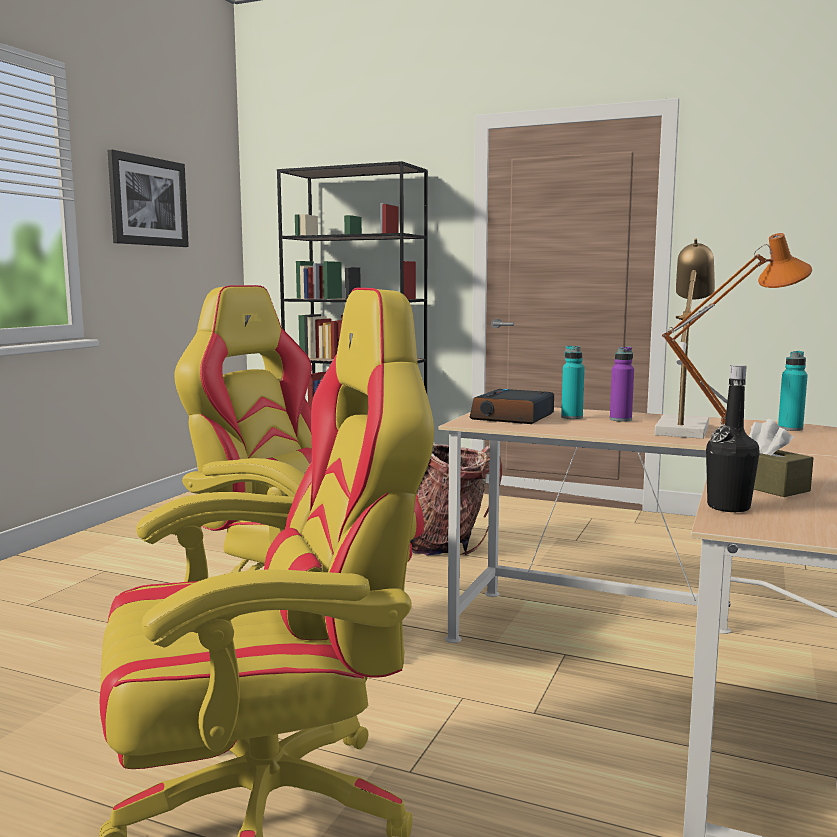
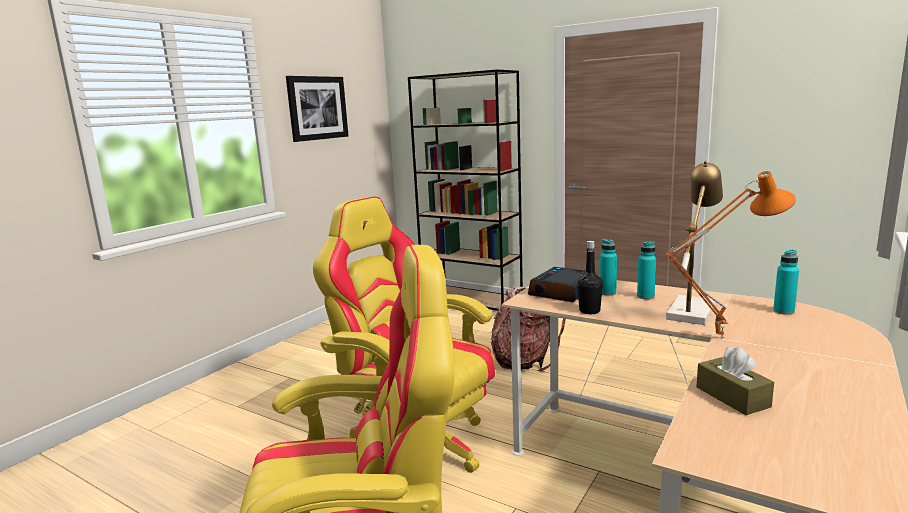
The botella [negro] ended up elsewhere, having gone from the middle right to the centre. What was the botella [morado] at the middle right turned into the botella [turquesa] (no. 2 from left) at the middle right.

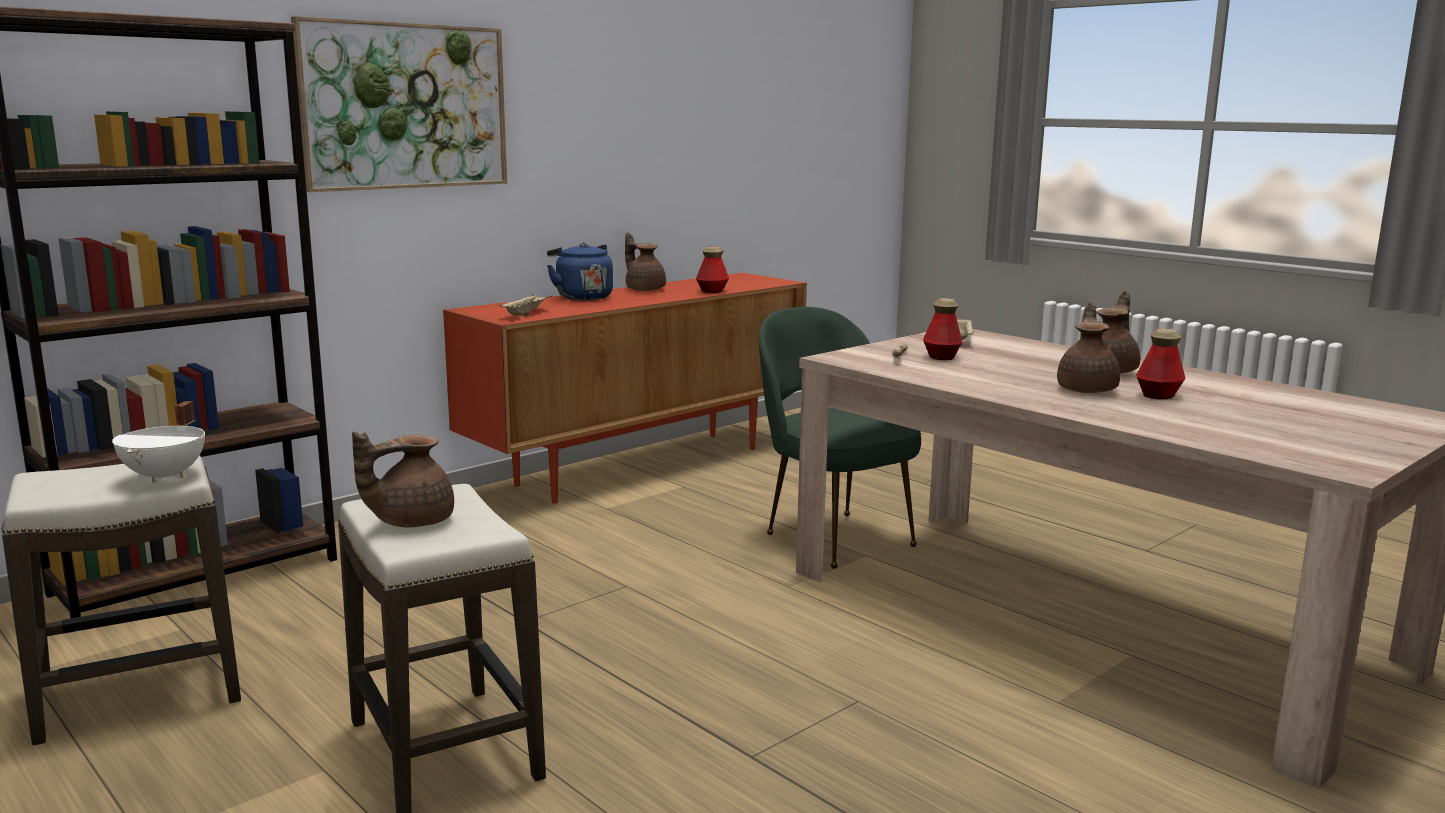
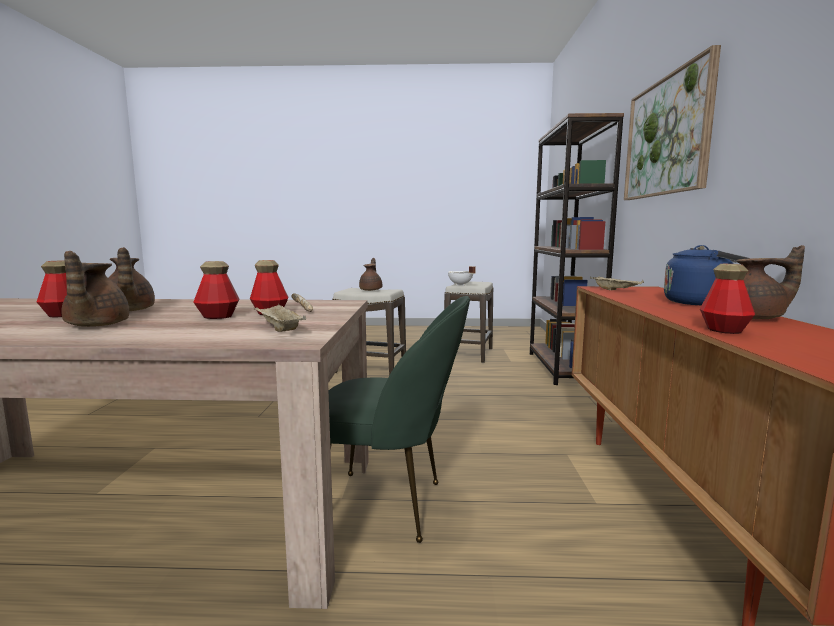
The second view gained the botella (no. 2 from left) at the middle left.

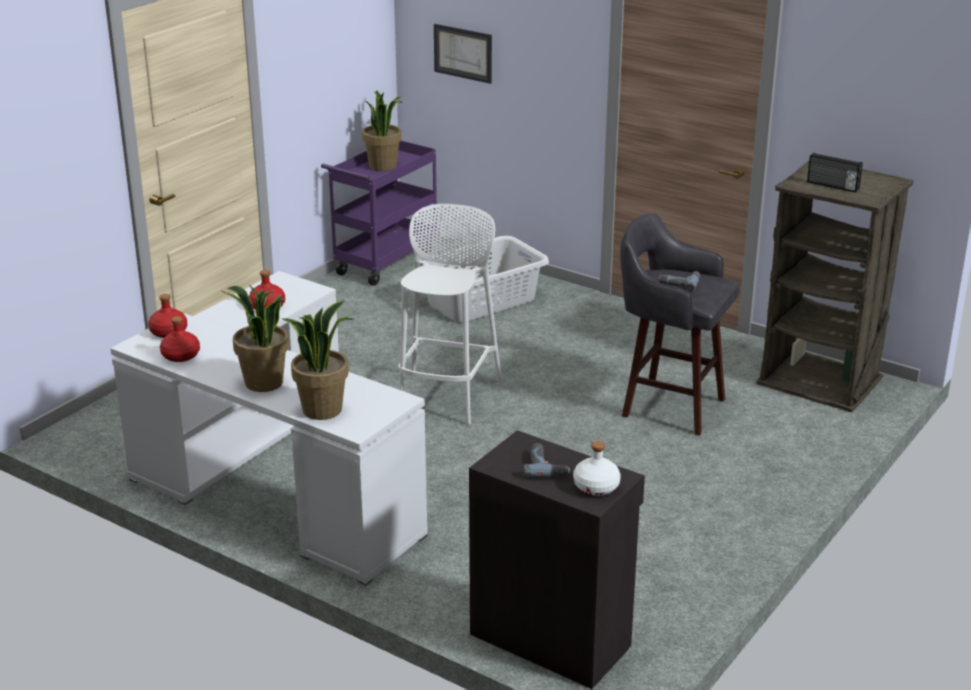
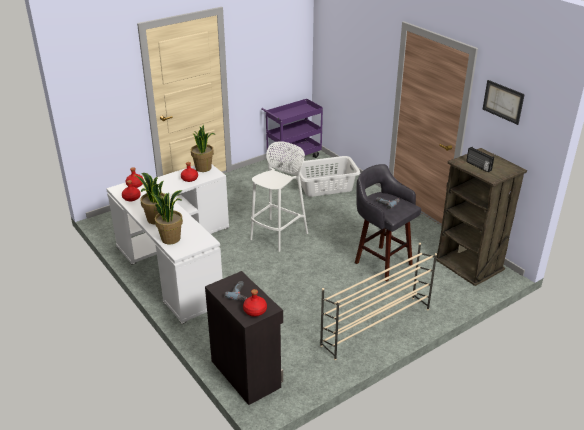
The planta en maceta (no. 3 from left) ended up elsewhere, having gone from the top centre to the centre. What was the botella [blanco] at the bottom centre turned into the botella [rojo] (no. 4 from left) at the bottom centre. The second view gained the zapatero [beis] at the bottom centre. The cuadro ended up elsewhere, having gone from the top centre to the top right.

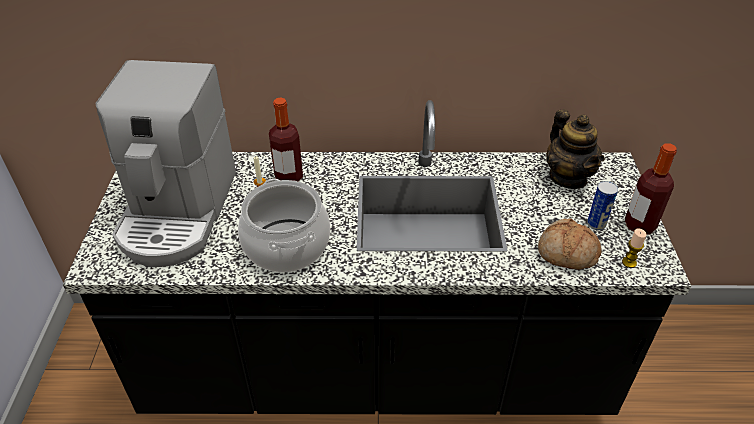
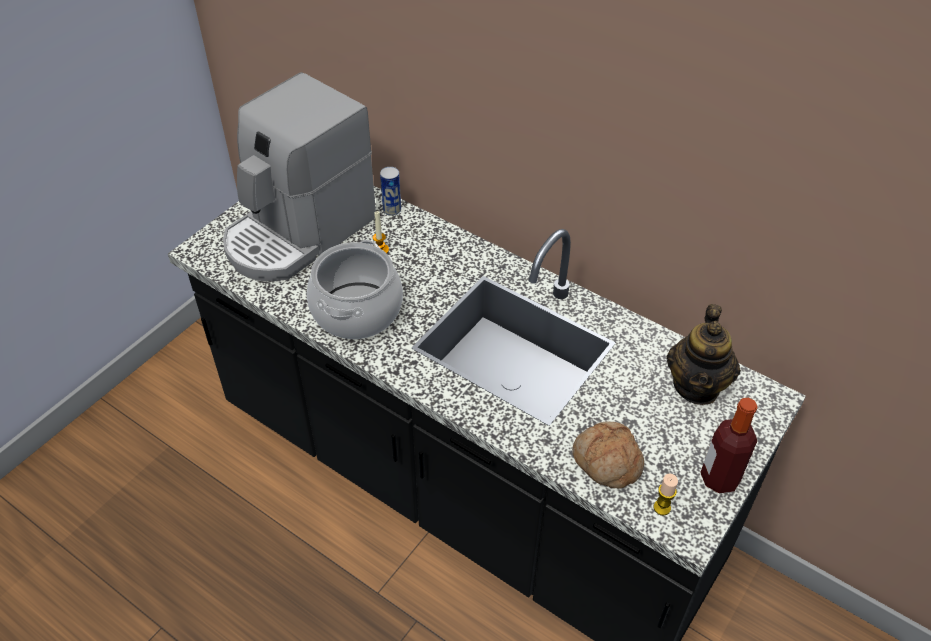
The lata ended up elsewhere, having gone from the middle right to the top centre. The second view lost the botella (no. 1 from left) at the top centre.

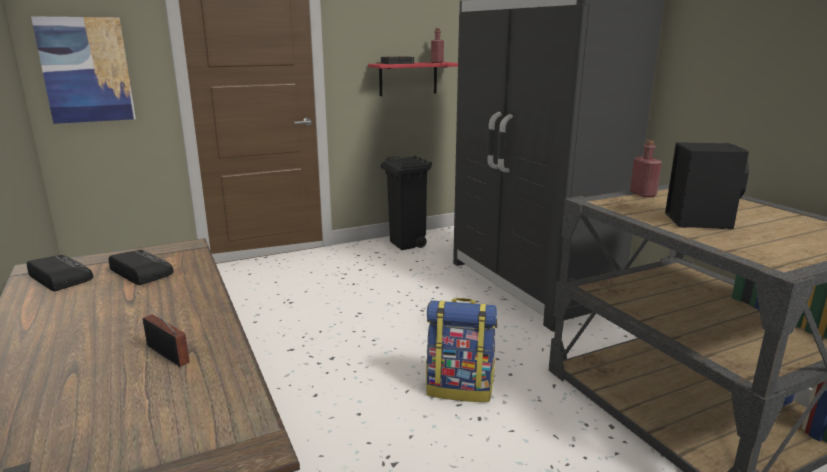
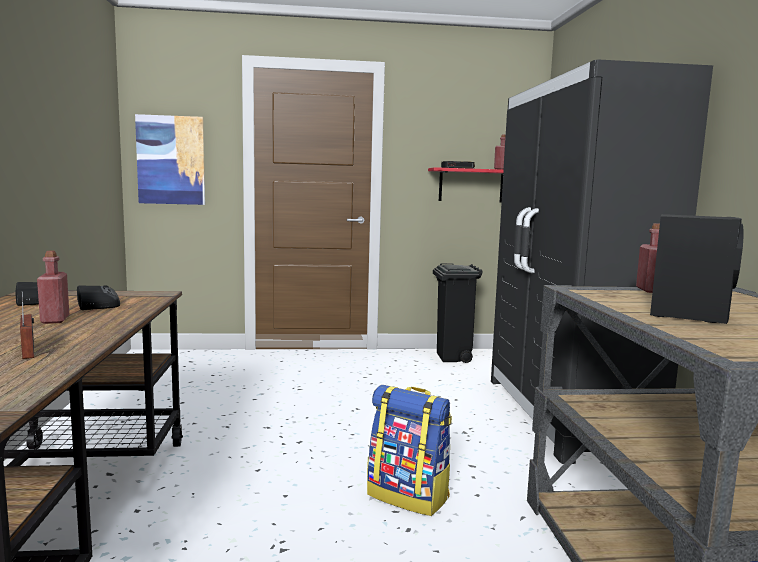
The second view gained the botella [rojo] (no. 1 from left) at the middle left.

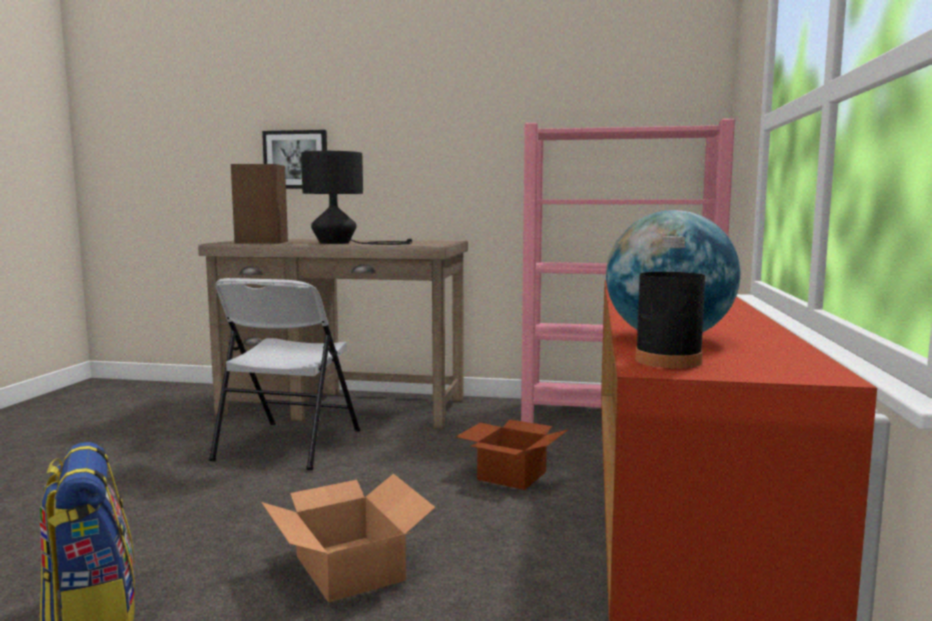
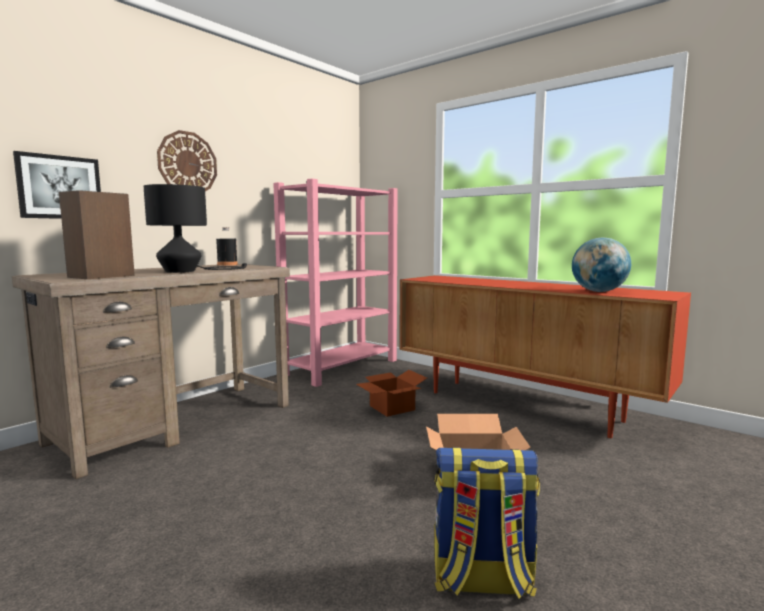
The second view gained the reloj de pared at the top left. The botella [negro] ended up elsewhere, having gone from the middle right to the middle left. The second view lost the silla [blanco] at the middle left.

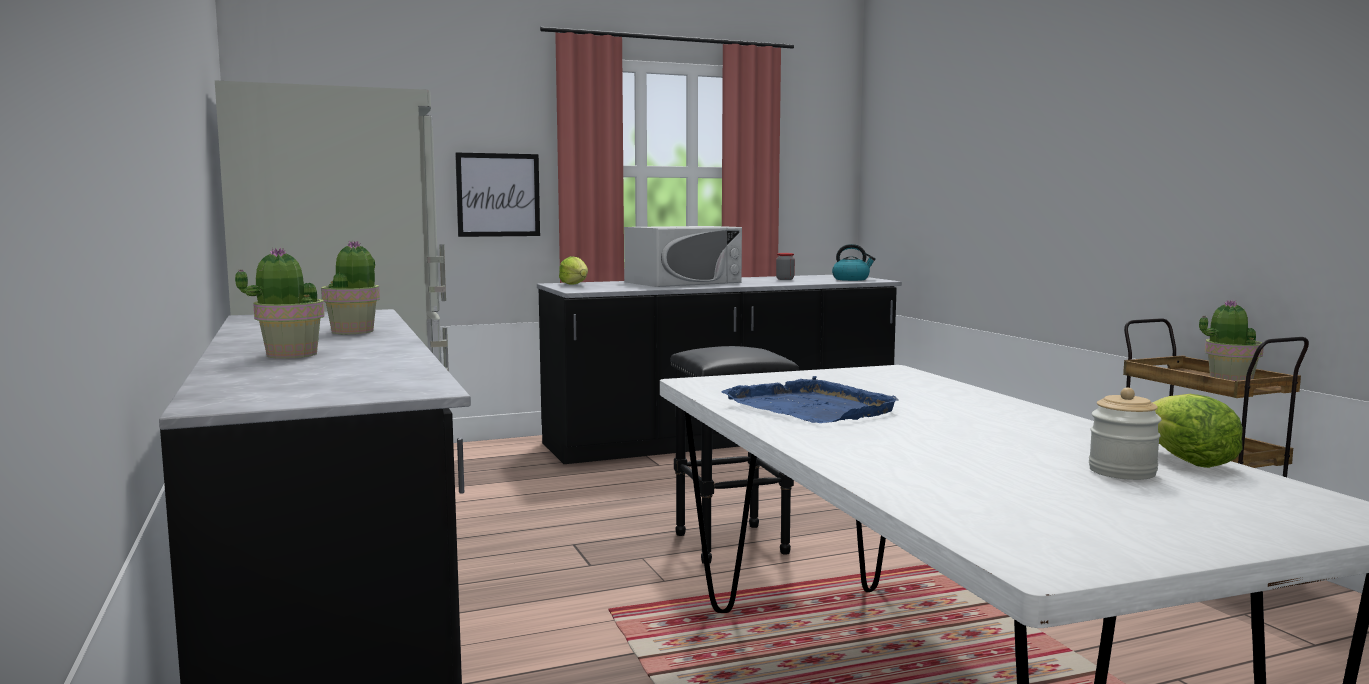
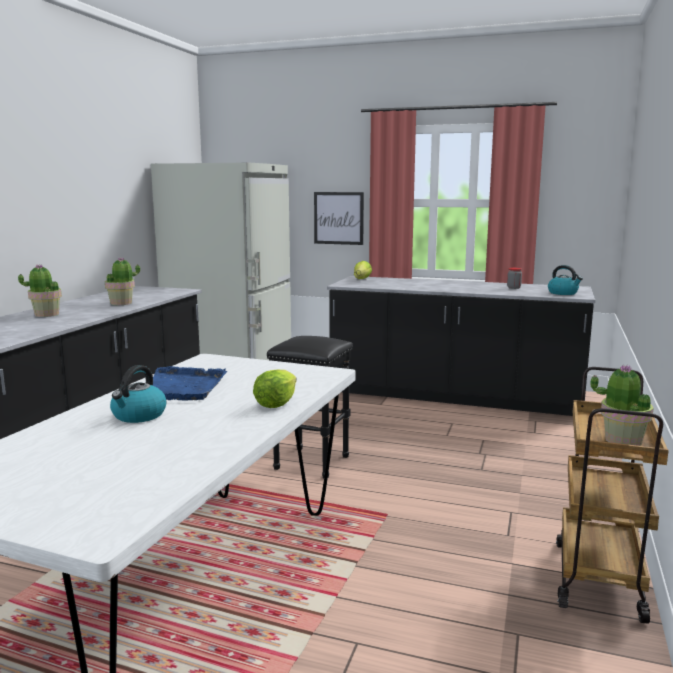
The second view gained the hervidor (no. 1 from left) at the middle left. The lechuga (no. 2 from left in the first image) ended up elsewhere, having gone from the middle right to the centre. The second view lost the microondas [blanco] at the centre. The second view lost the tarro (no. 2 from left) at the middle right.

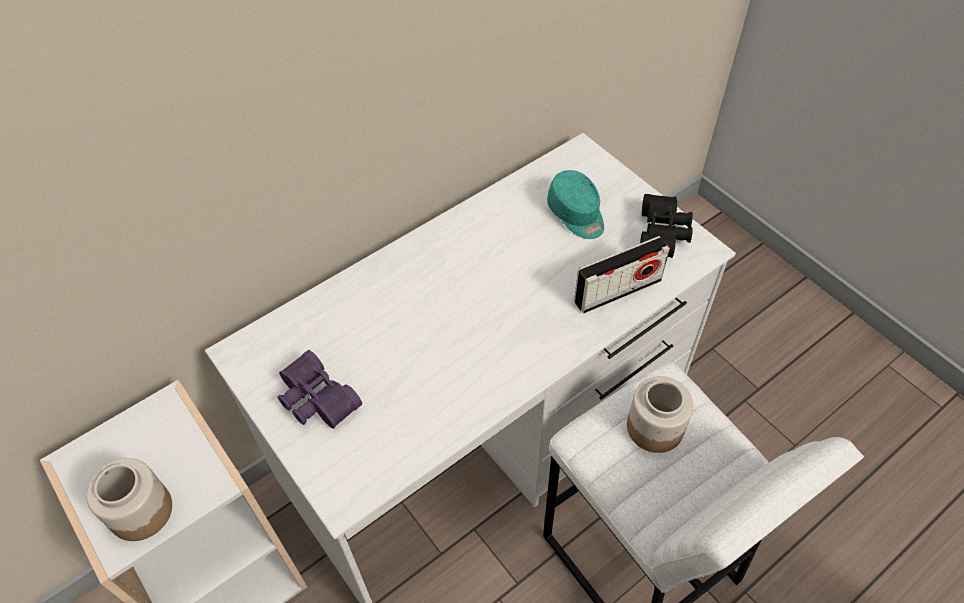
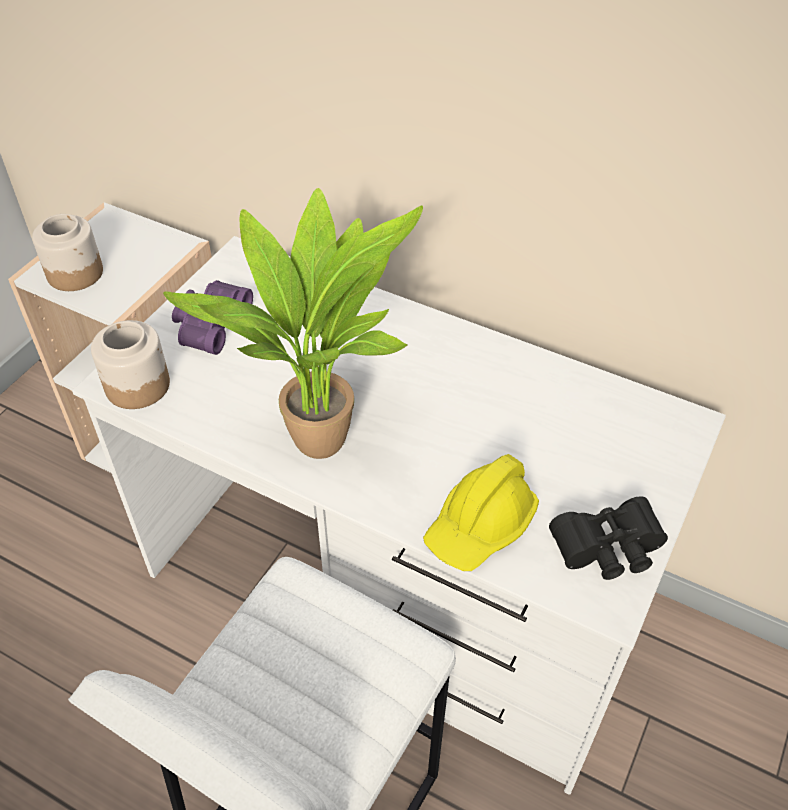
The tarro (no. 2 from left) ended up elsewhere, having gone from the bottom right to the middle left. The second view gained the planta en maceta at the centre. Where the radio stood at the centre, the casco [amarillo] came to stand at the centre. The second view lost the gorra [turquesa] at the centre.

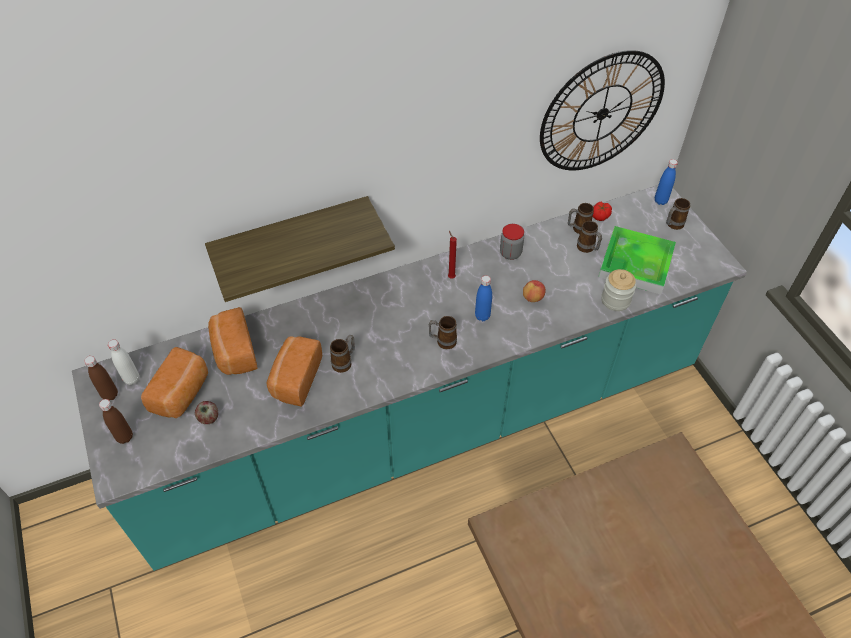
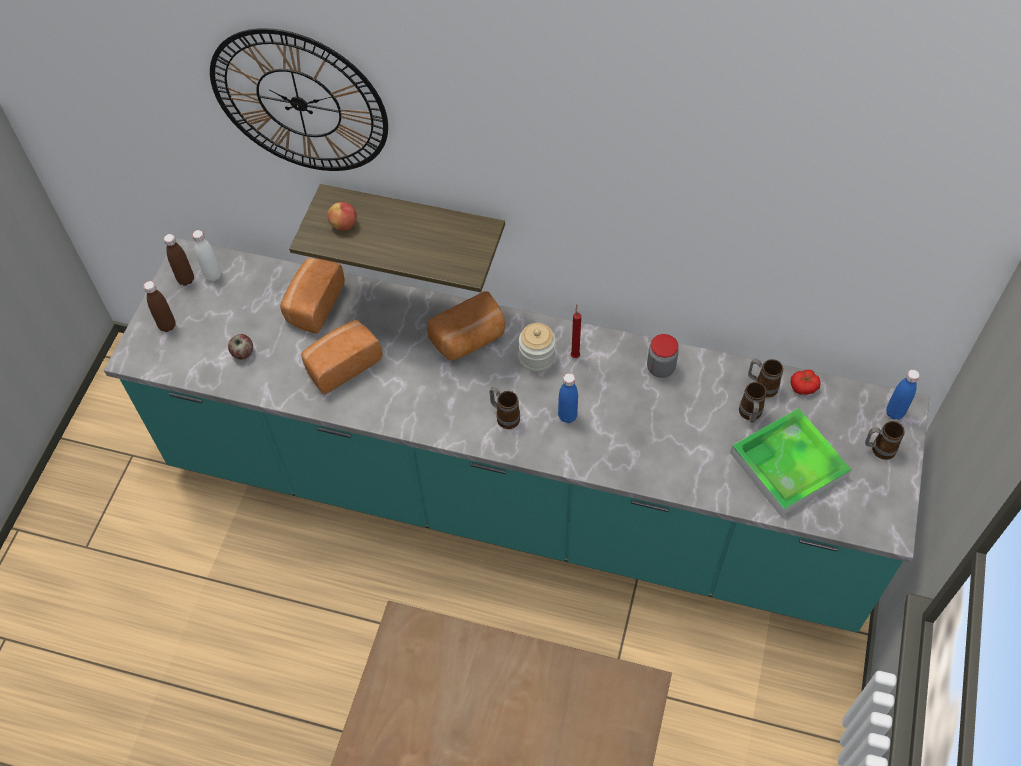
The reloj de pared ended up elsewhere, having gone from the top right to the top left. The manzana (no. 2 from left) ended up elsewhere, having gone from the centre to the top centre. The pan (no. 1 from left in the first image) ended up elsewhere, having gone from the middle left to the centre. The tarro (no. 2 from left in the first image) ended up elsewhere, having gone from the middle right to the centre. The second view lost the taza grande (no. 1 from left) at the centre.

